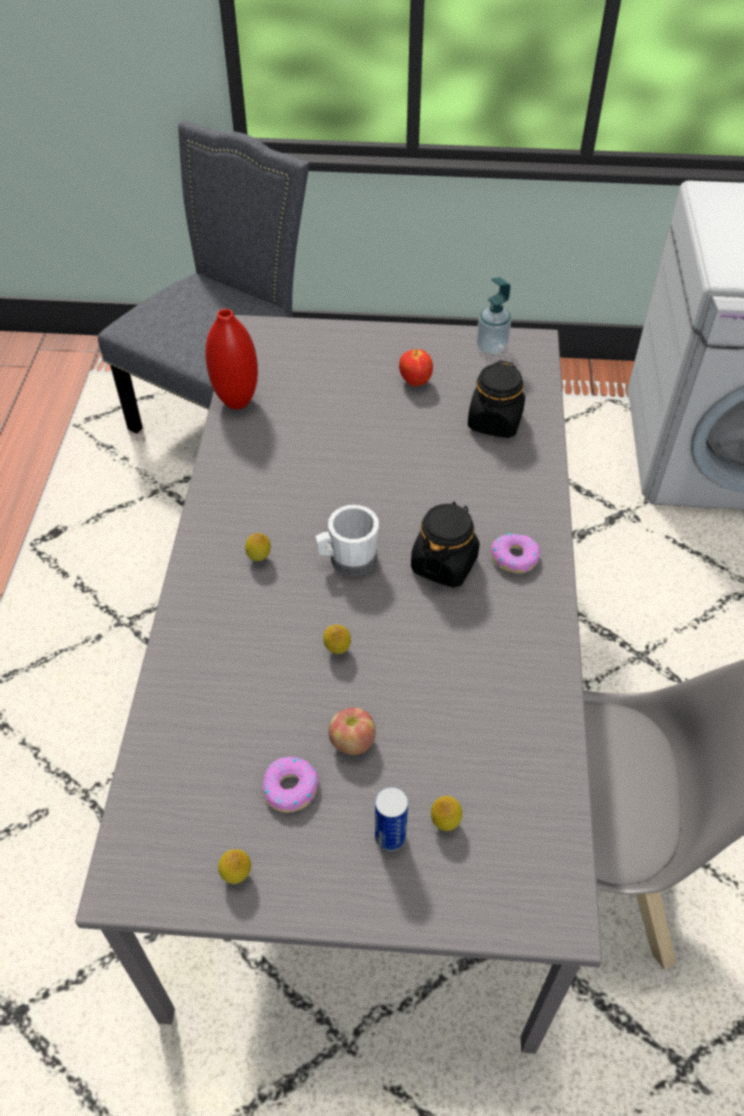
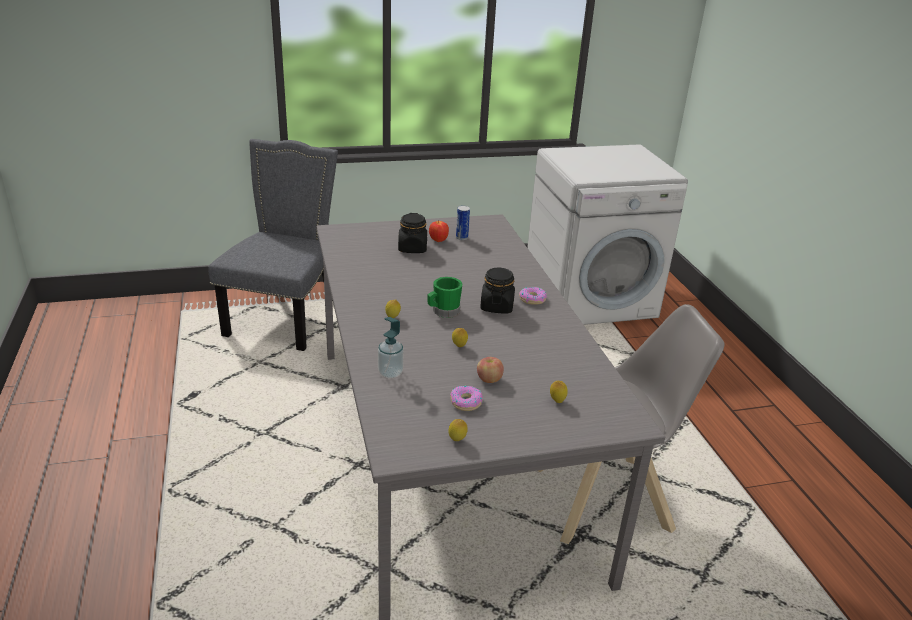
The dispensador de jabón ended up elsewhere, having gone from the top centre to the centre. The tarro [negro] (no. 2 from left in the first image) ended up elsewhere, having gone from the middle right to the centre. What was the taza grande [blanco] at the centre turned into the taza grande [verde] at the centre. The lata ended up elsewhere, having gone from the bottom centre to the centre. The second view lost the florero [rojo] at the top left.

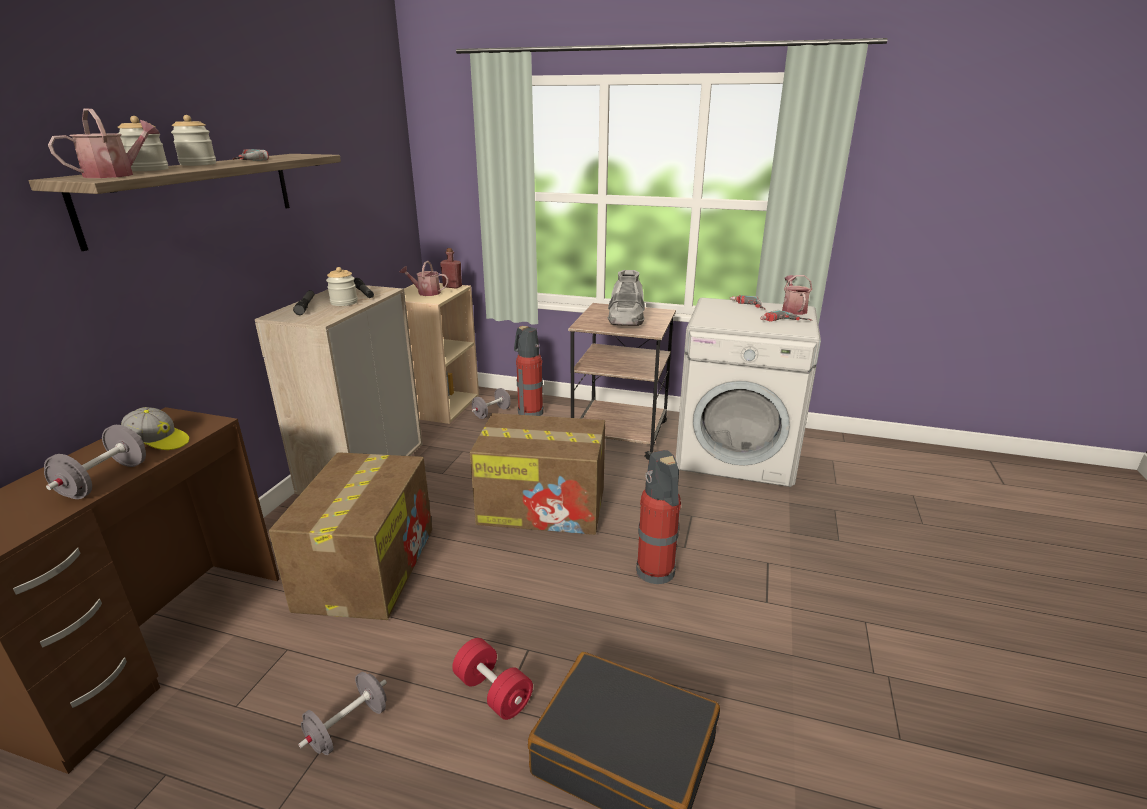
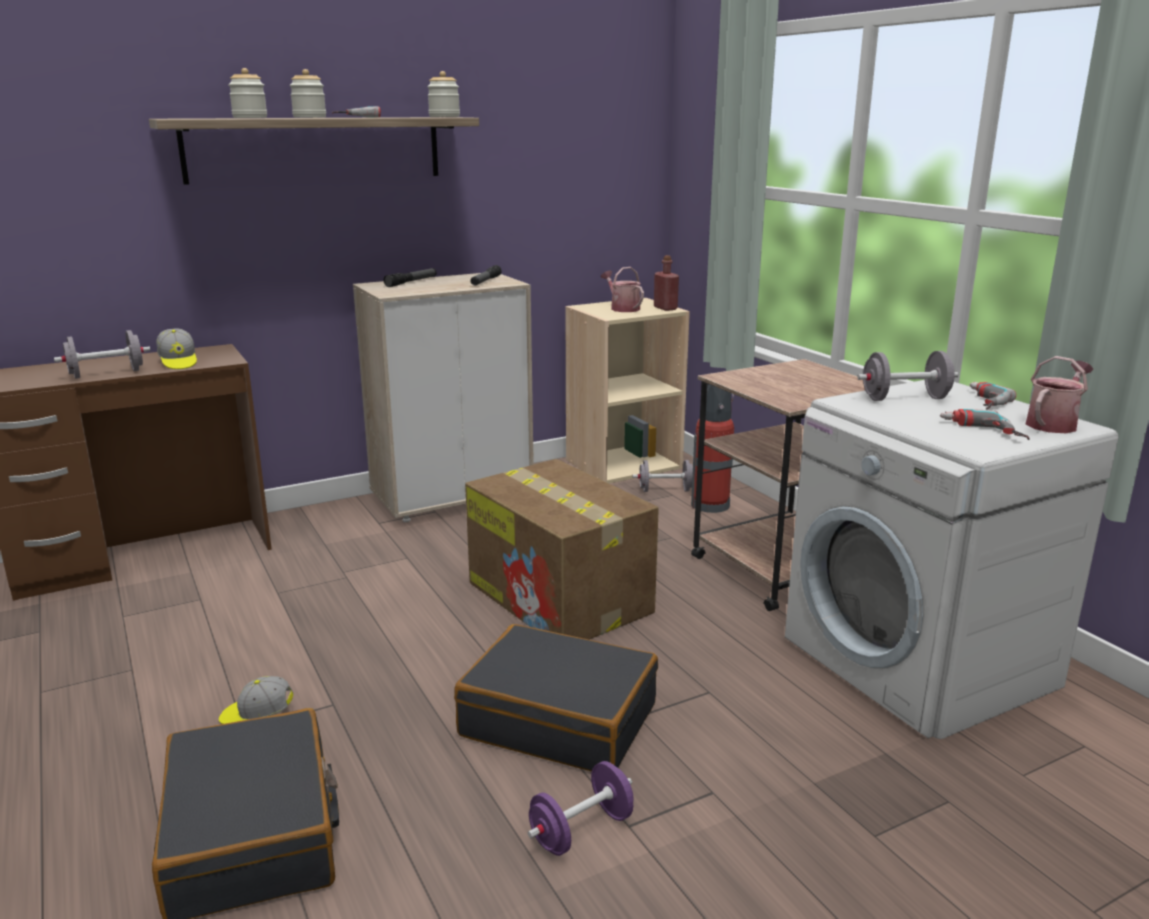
Where the mancuerna [rojo] stood at the bottom centre, the gorra (no. 2 from left) came to stand at the bottom left. The tarro (no. 3 from left) ended up elsewhere, having gone from the middle left to the top centre. Where the extintor (no. 2 from left) stood at the centre, the maleta [negro] (no. 2 from left) came to stand at the bottom centre. The second view gained the mancuerna [morado] at the bottom centre. The mancuerna [gris] (no. 2 from left in the first image) ended up elsewhere, having gone from the bottom left to the middle right. The second view lost the regadera (no. 1 from left) at the top left. The second view lost the caja de cartón (no. 1 from left) at the middle left. The second view lost the bota [gris] at the centre.

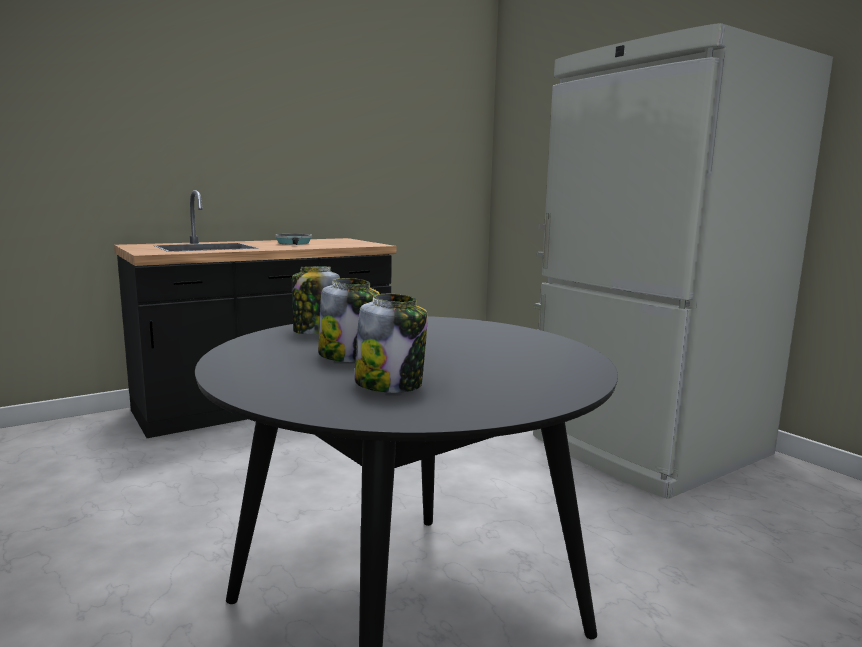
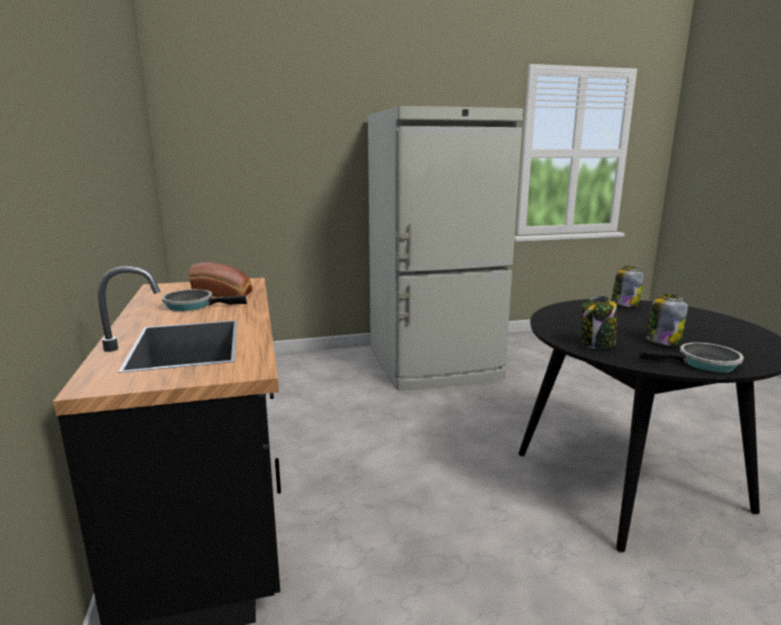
The second view gained the pan at the middle left. The tarro (no. 3 from left in the first image) ended up elsewhere, having gone from the centre to the middle right. The second view gained the sartén (no. 2 from left) at the middle right.

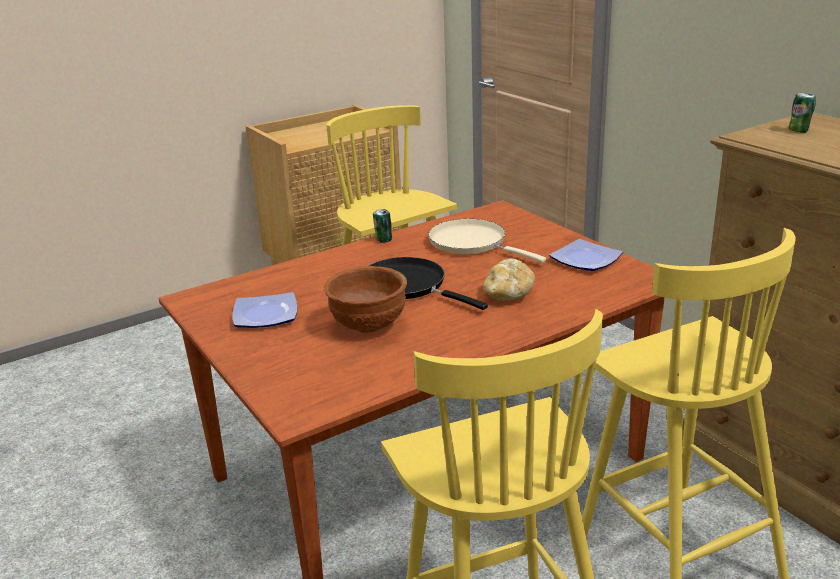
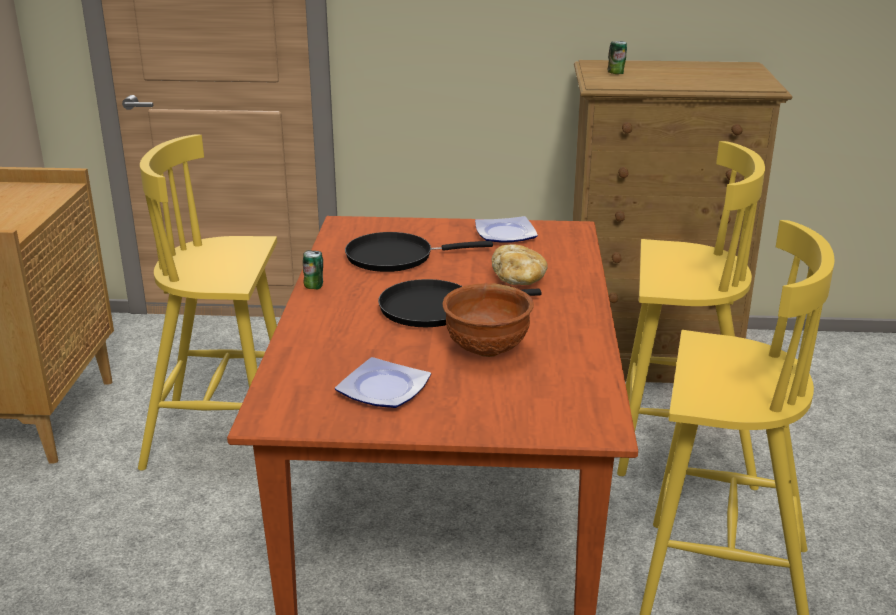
What was the sartén [beis] at the centre turned into the sartén [negro] (no. 1 from left) at the centre.

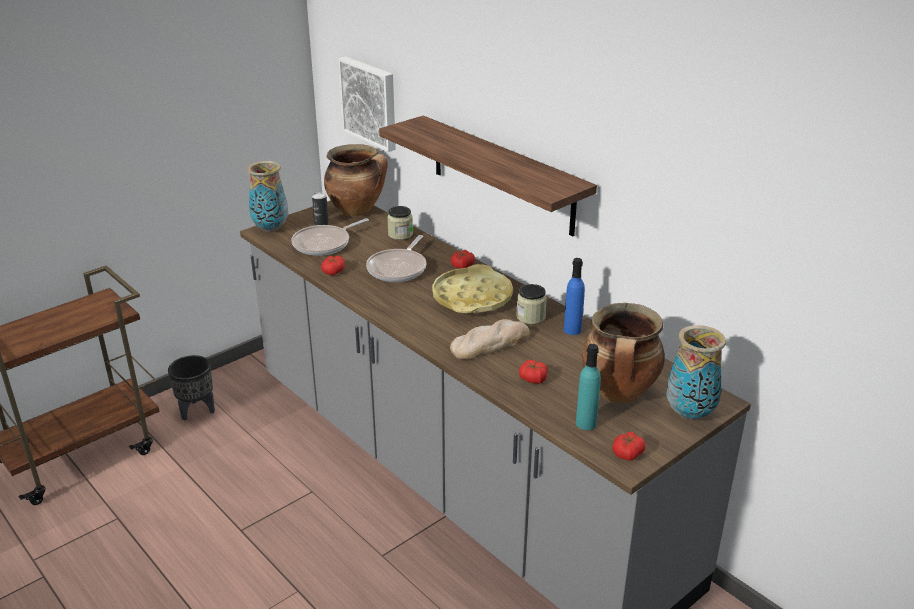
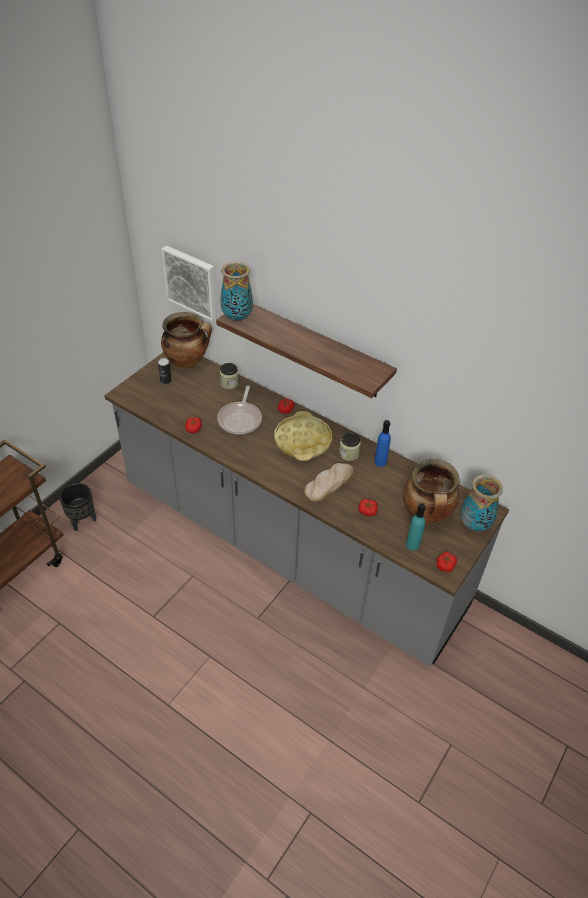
The florero (no. 1 from left) ended up elsewhere, having gone from the top left to the top centre. The second view lost the sartén (no. 1 from left) at the centre.

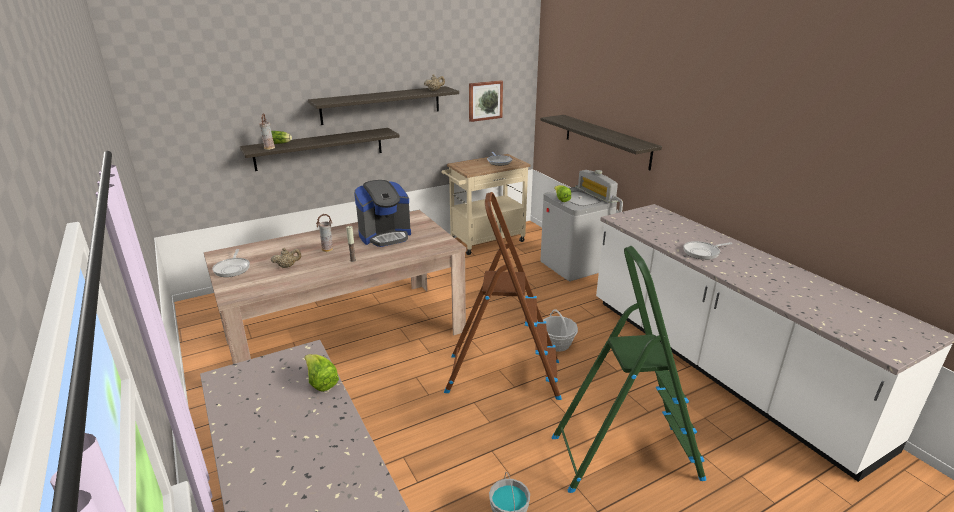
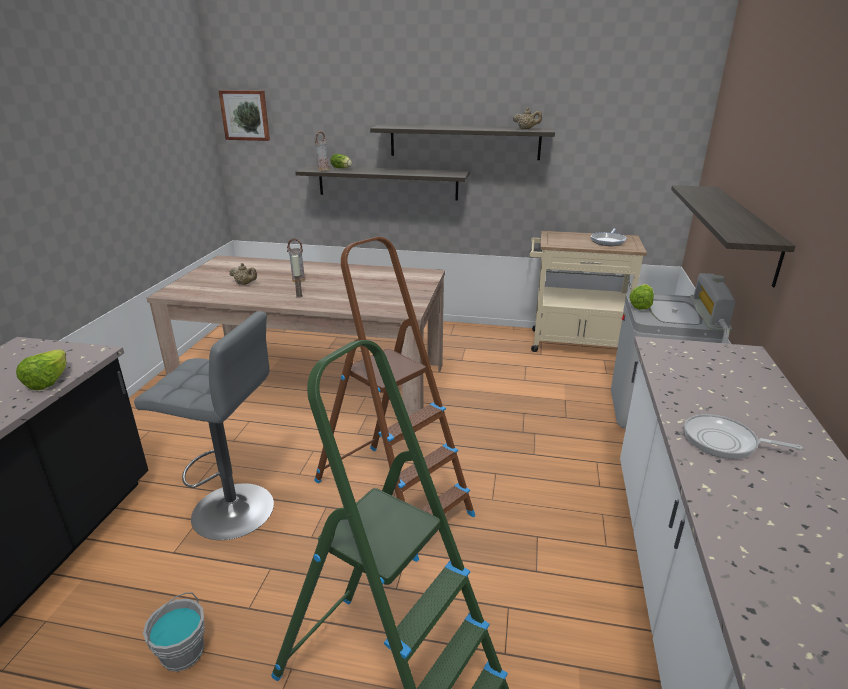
The second view gained the taburete [gris] at the middle left. The cuadro ended up elsewhere, having gone from the top centre to the top left. The second view lost the sartén (no. 1 from left) at the middle left. The second view lost the cafetera at the centre. The second view lost the cesta at the centre.

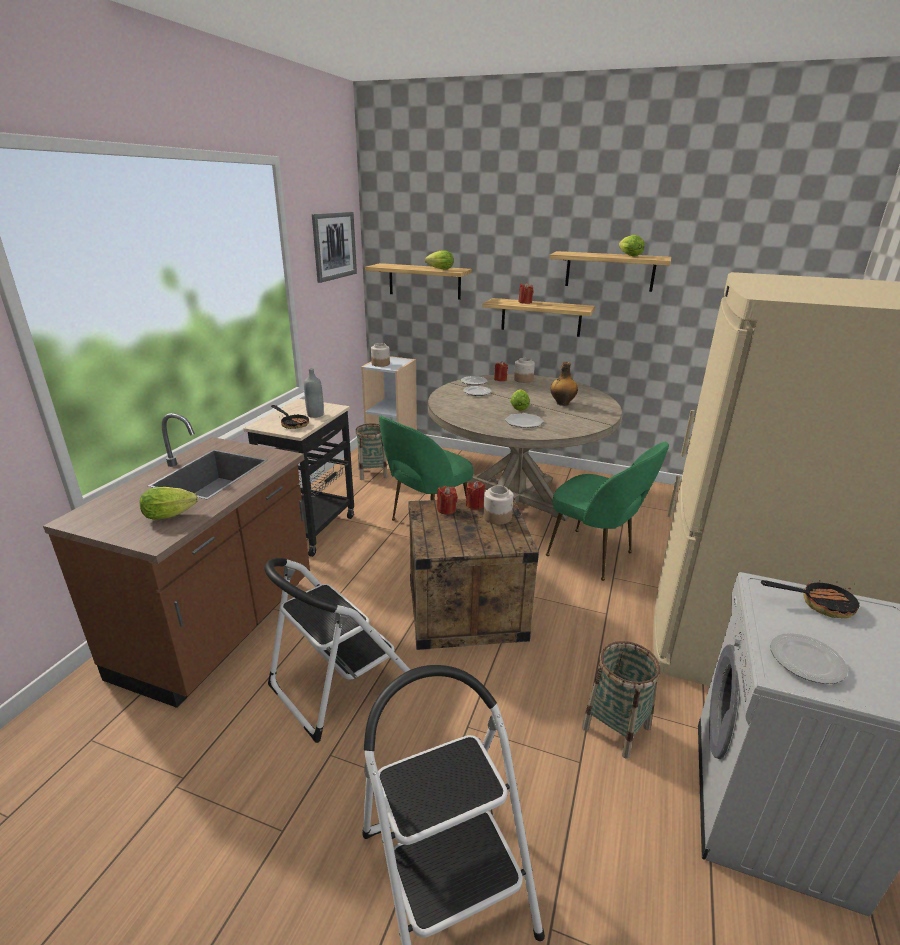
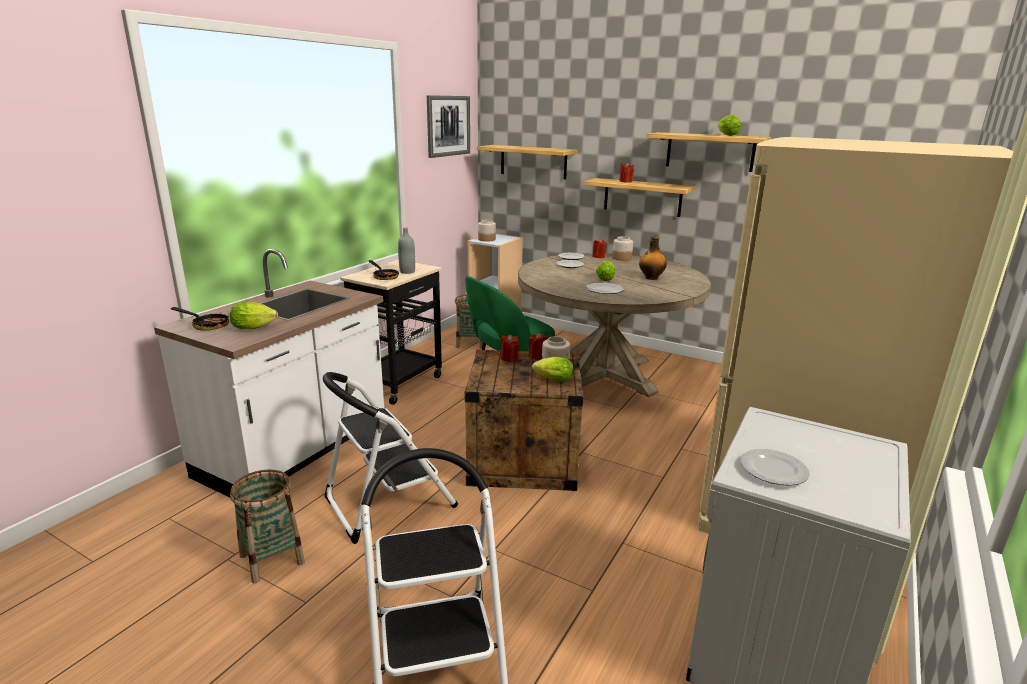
What was the mueble bajo de cocina [marrón] at the middle left turned into the mueble bajo de cocina [blanco] at the middle left. The sartén (no. 2 from left in the first image) ended up elsewhere, having gone from the middle right to the middle left. The cesta (no. 2 from left in the first image) ended up elsewhere, having gone from the bottom right to the bottom left. The lechuga (no. 2 from left) ended up elsewhere, having gone from the top centre to the centre. The second view lost the silla [verde] (no. 2 from left) at the middle right.

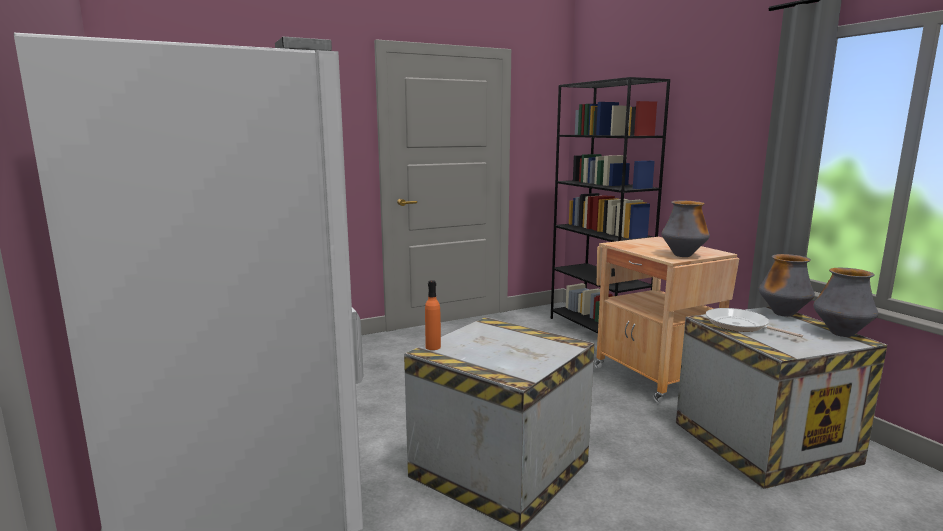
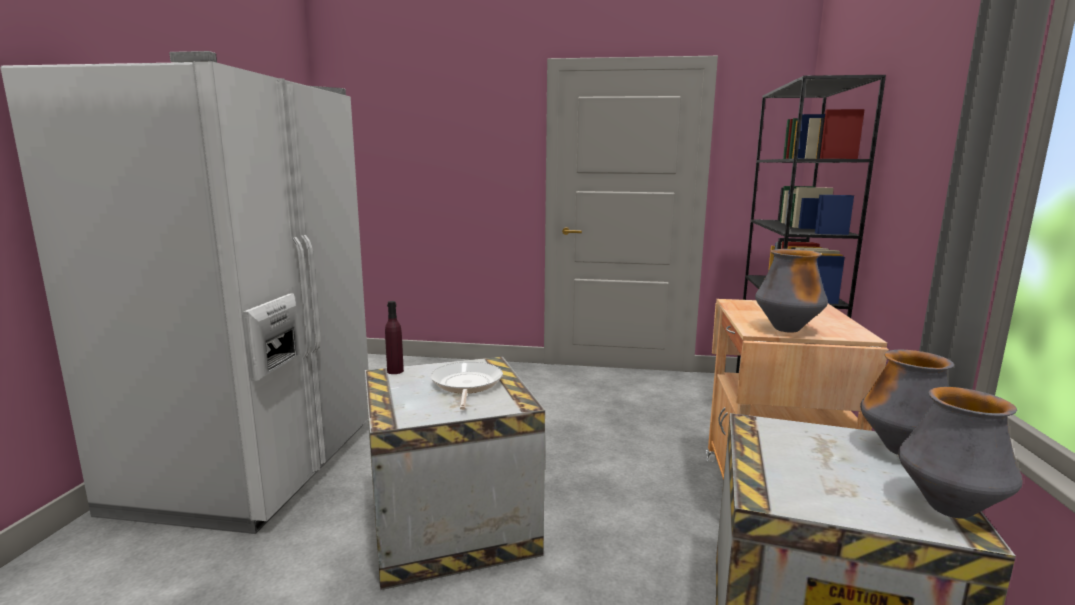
What was the botella [naranja] at the centre turned into the botella [morado] at the centre. The sartén ended up elsewhere, having gone from the middle right to the centre.

